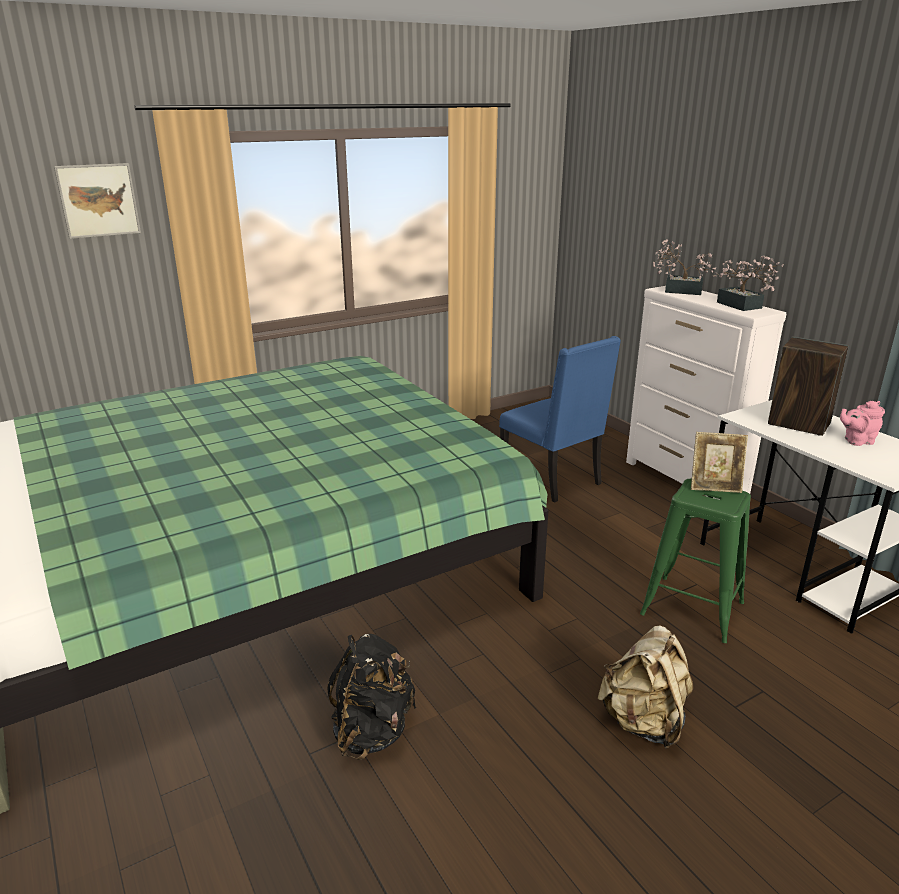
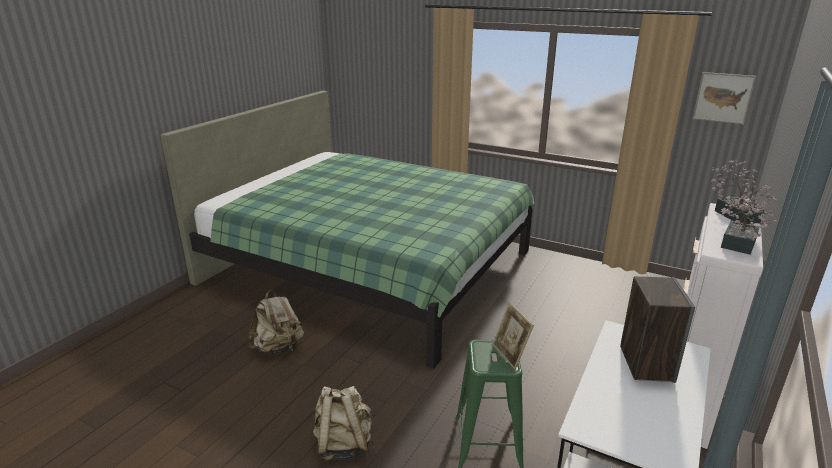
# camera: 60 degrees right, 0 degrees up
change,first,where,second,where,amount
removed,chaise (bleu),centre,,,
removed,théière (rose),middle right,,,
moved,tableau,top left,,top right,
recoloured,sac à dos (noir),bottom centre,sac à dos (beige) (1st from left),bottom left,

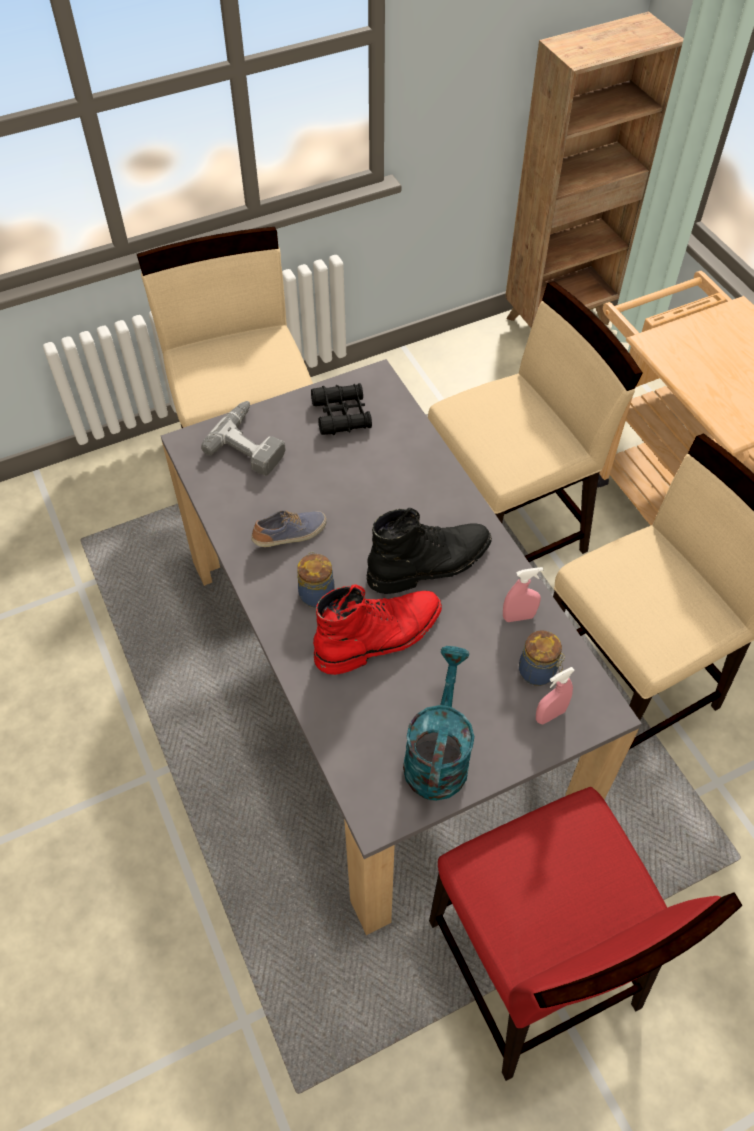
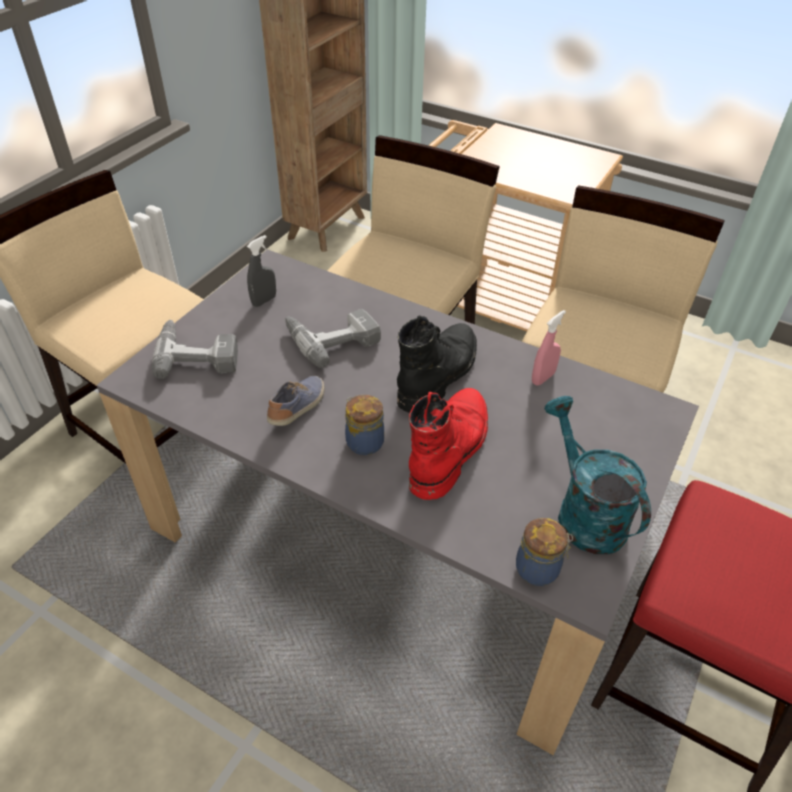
# camera: 35 degrees left, 10 degrees down
change,first,where,second,where,amount
removed,vaporisateur (rose) (2nd from left),middle right,,,
added,,,perceuse (2nd from left),centre,
moved,bocal (2nd from left),middle right,,bottom right,
replaced,jumelles (noir),centre,vaporisateur (gris),middle left,

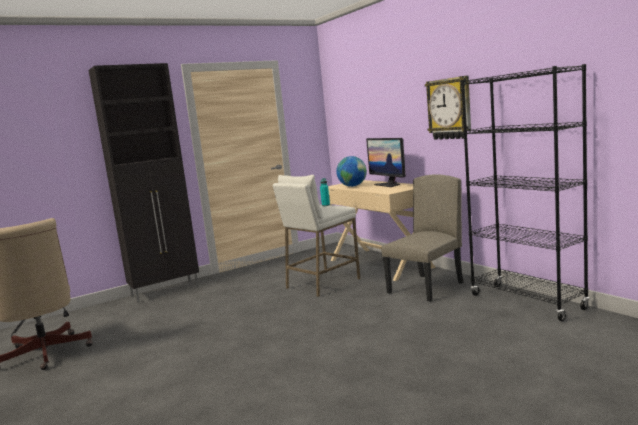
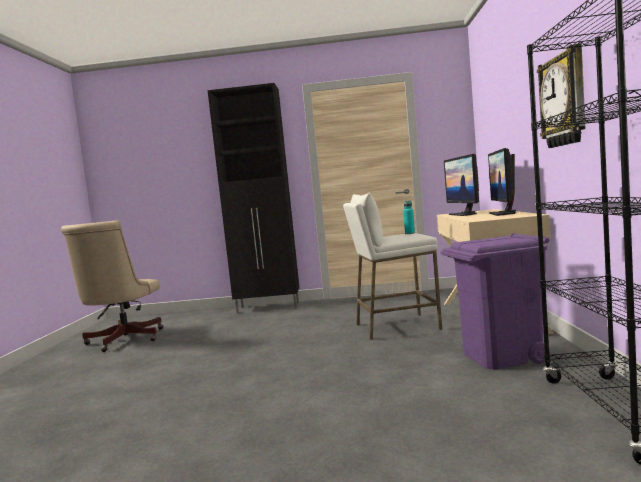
# camera: 35 degrees right, 5 degrees down
change,first,where,second,where,amount
replaced,globe,centre,écran d'ordinateur (1st from left),middle right,
replaced,chaise (beige),centre,poubelle (violet),middle right,

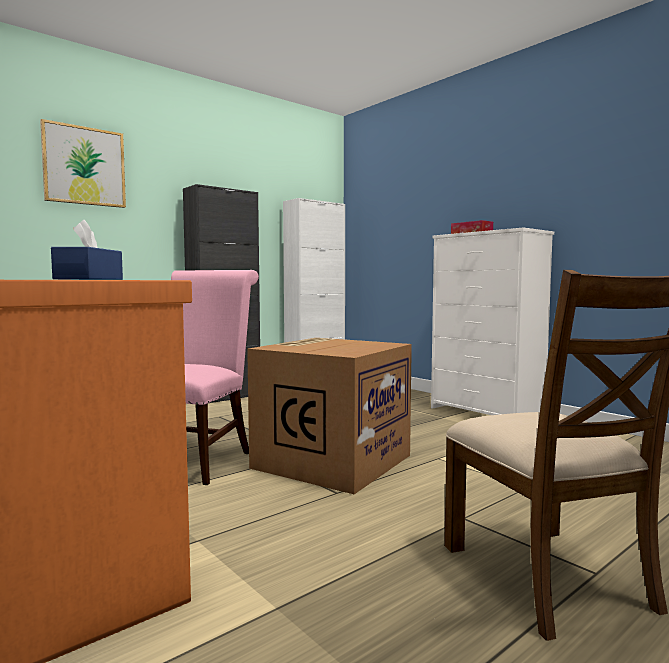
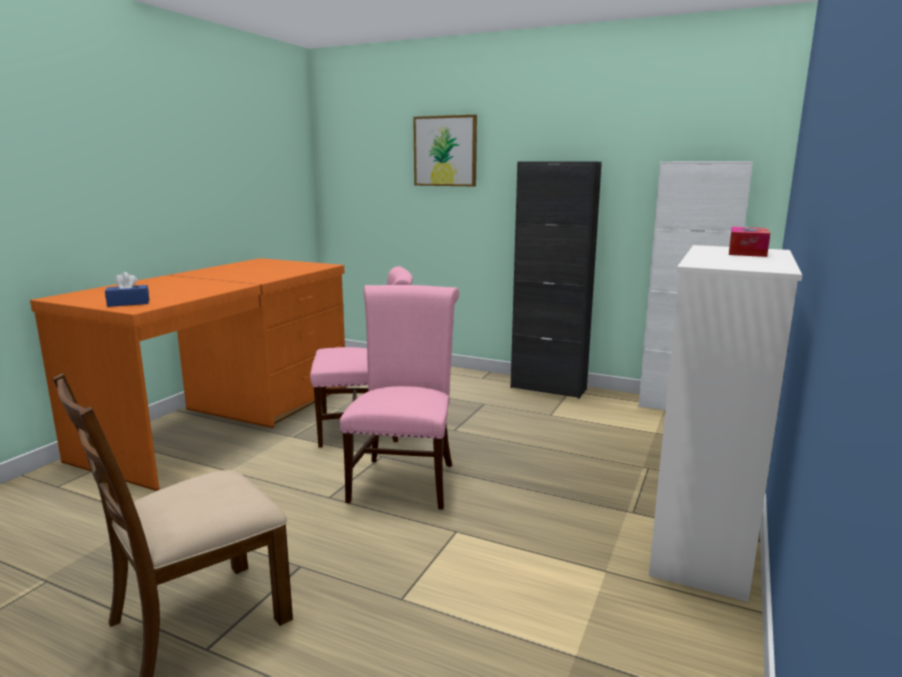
# camera: 65 degrees right, 10 degrees up
change,first,where,second,where,amount
replaced,carton,centre,chaise (rose) (2nd from left),centre,

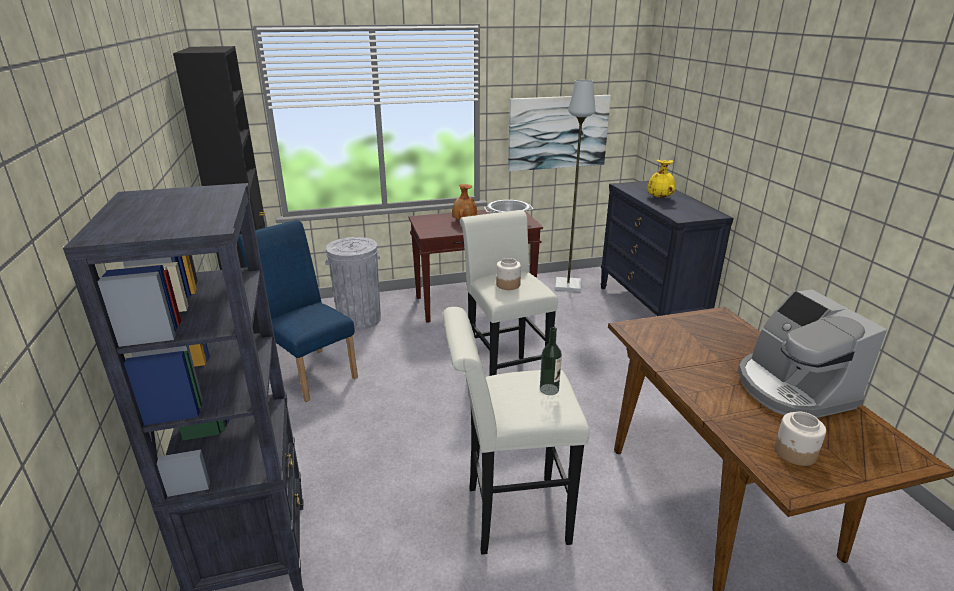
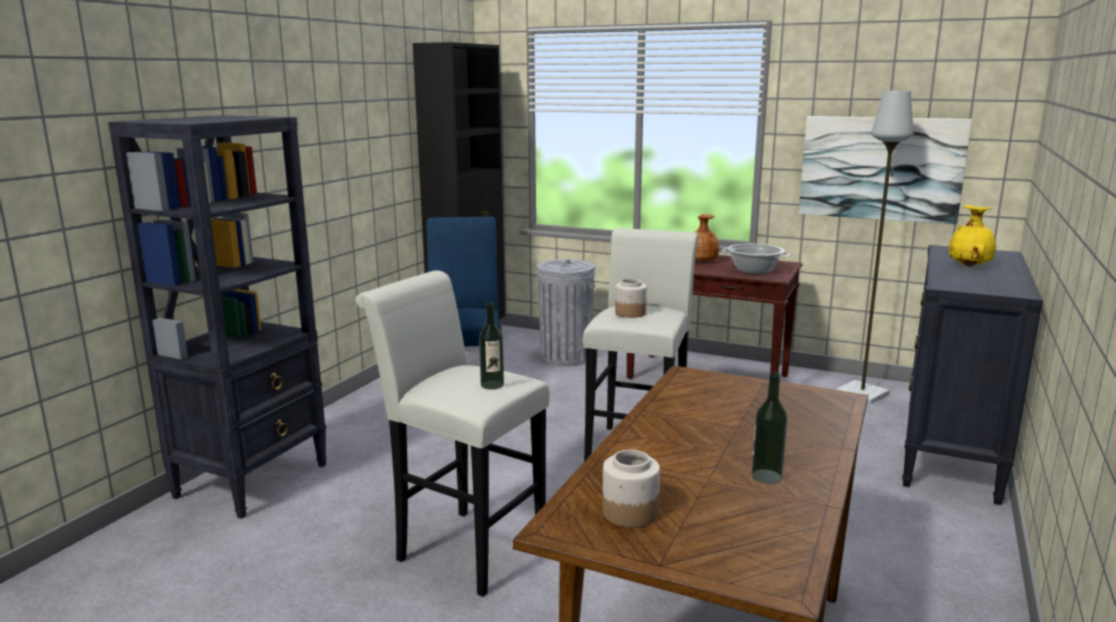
# camera: 40 degrees right, 10 degrees down
change,first,where,second,where,amount
replaced,machine à café,middle right,bouteille (2nd from left),bottom right,

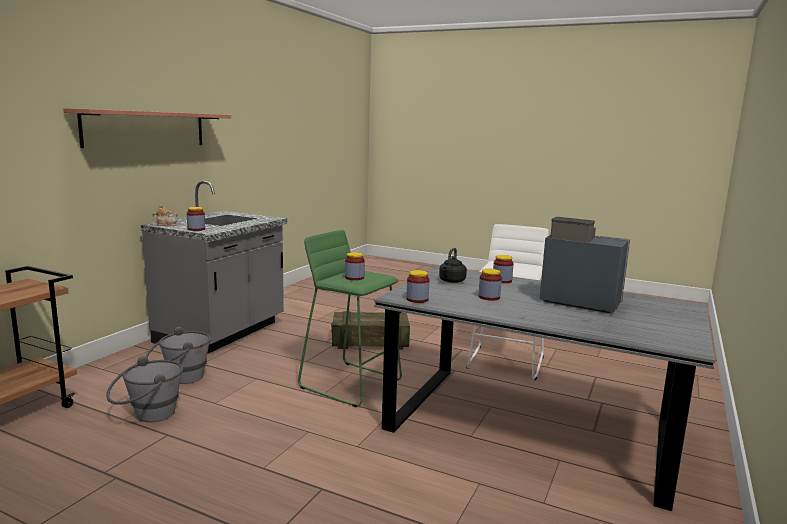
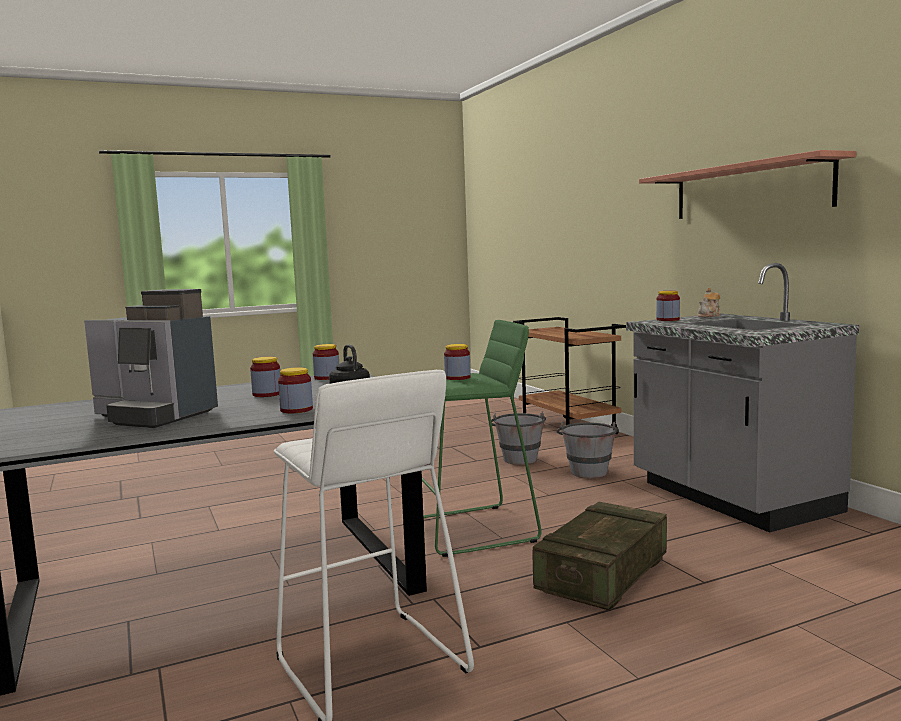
# camera: 130 degrees right, 5 degrees down
change,first,where,second,where,amount
turned,machine à café,middle right,,middle left,45 degrees clockwise

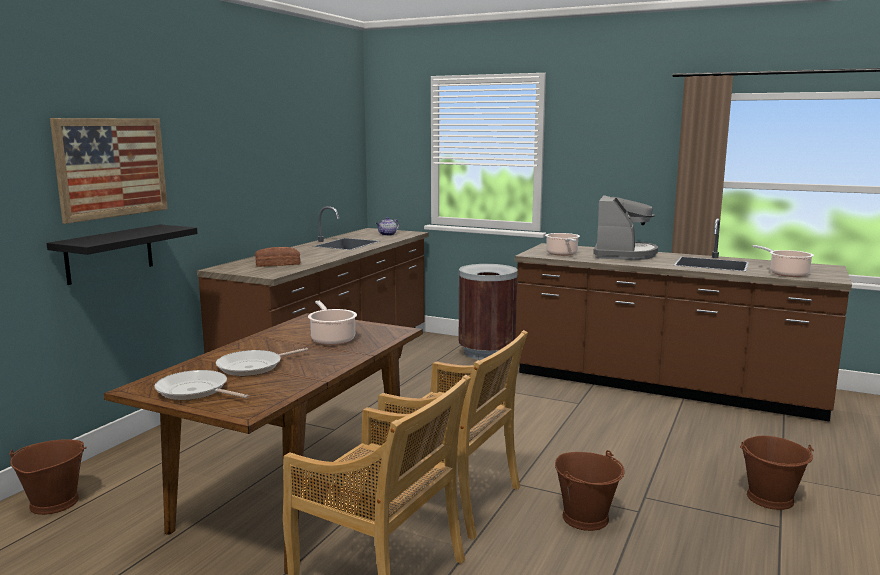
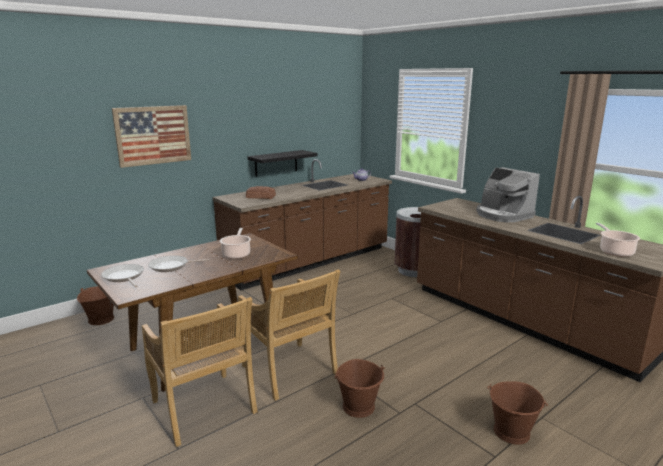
# camera: 25 degrees right, 5 degrees up
change,first,where,second,where,amount
removed,marmite (2nd from left),centre,,,
moved,étagère (noir),middle left,,centre,
turned,machine à café,middle right,,middle right,105 degrees clockwise

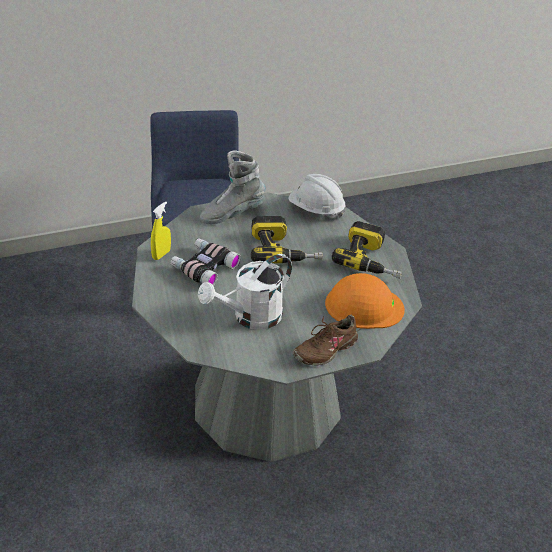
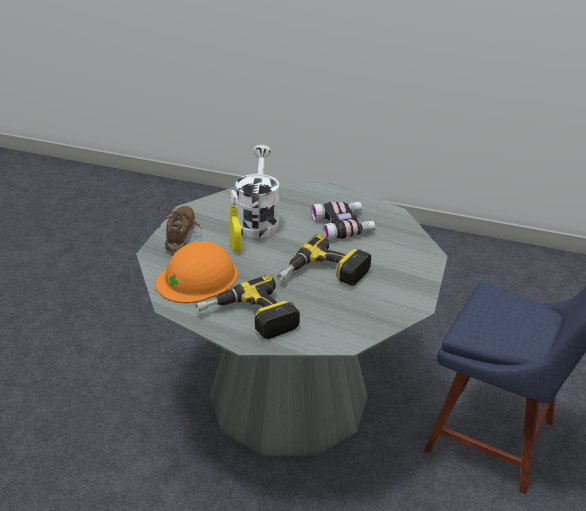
# camera: 130 degrees right, 5 degrees down
change,first,where,second,where,amount
removed,botte (gris),centre,,,
removed,casque de chantier (blanc),centre,,,
moved,vaporisateur (jaune),middle left,,centre,

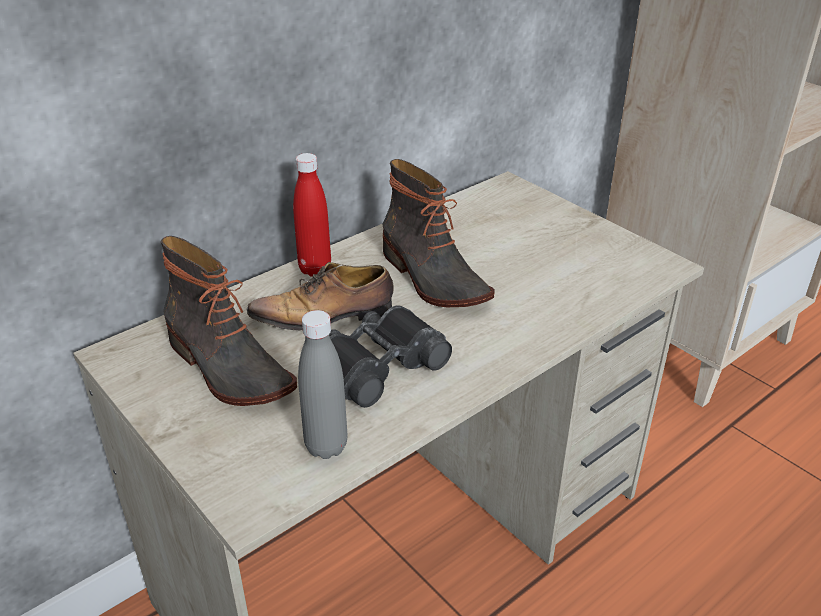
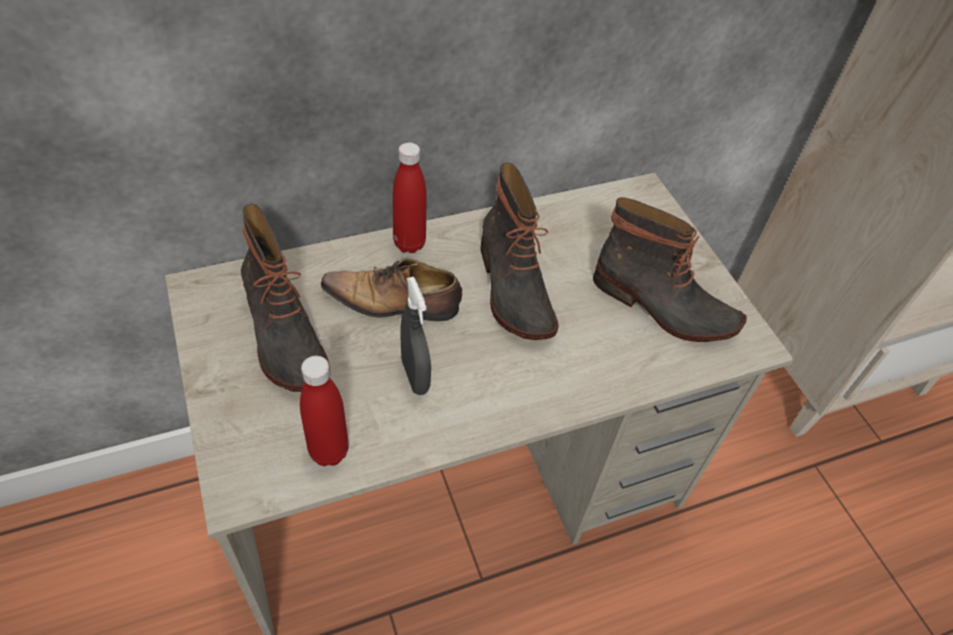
# camera: 15 degrees right, 15 degrees up
change,first,where,second,where,amount
added,,,botte (3rd from left),middle right,
replaced,jumelles (noir),centre,vaporisateur (gris),centre,
recoloured,bouteille (gris),centre,bouteille (rouge) (1st from left),centre,

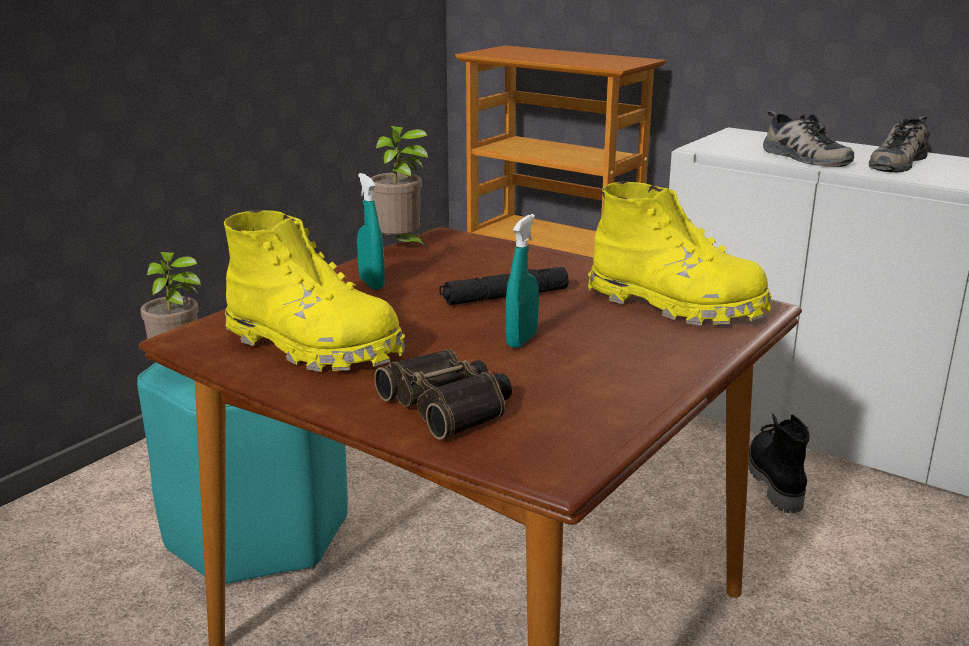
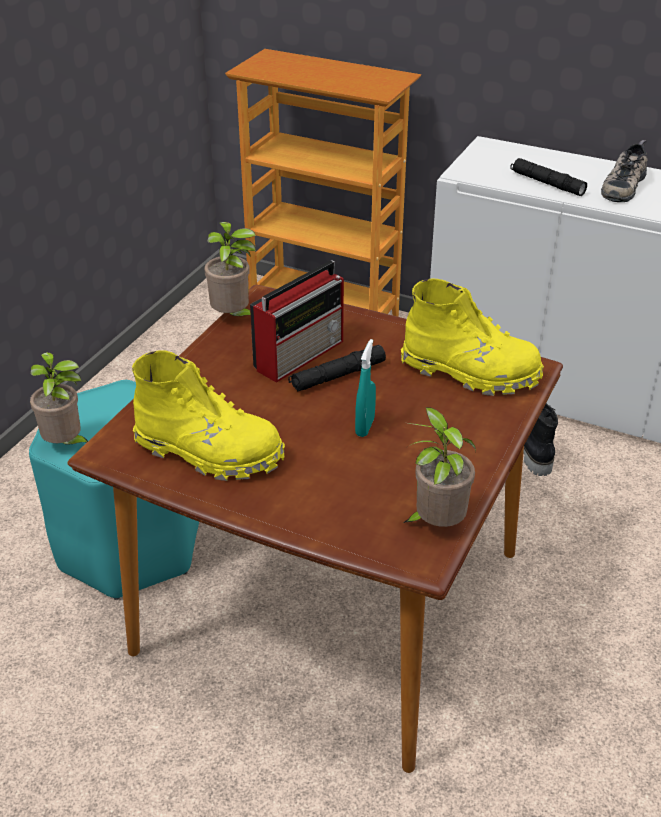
# camera: 10 degrees left, 15 degrees up
change,first,where,second,where,amount
removed,vaporisateur (turquoise) (1st from left),centre,,,
removed,jumelles,centre,,,
added,,,radio,centre,
added,,,plante en pot (3rd from left),centre,
replaced,chaussure (1st from left),top right,lampe de poche (noir) (2nd from left),top right,

